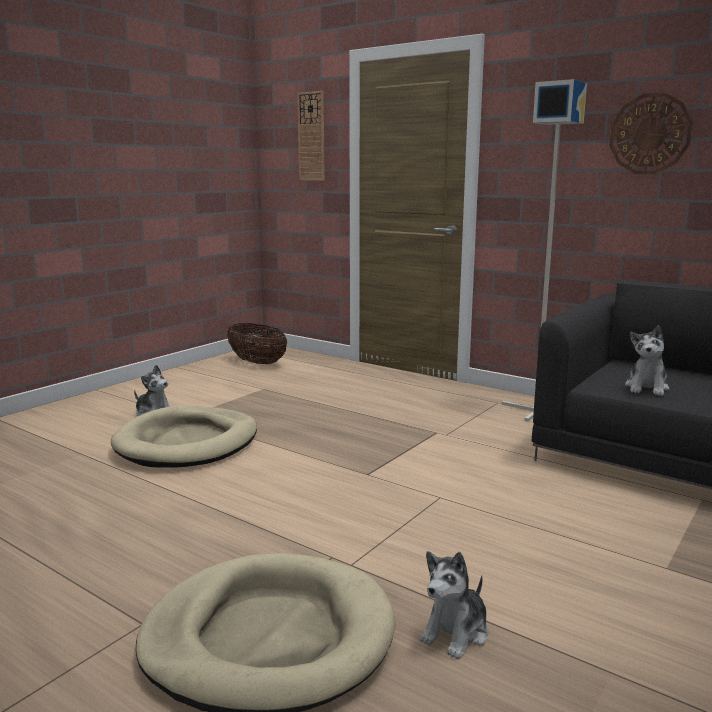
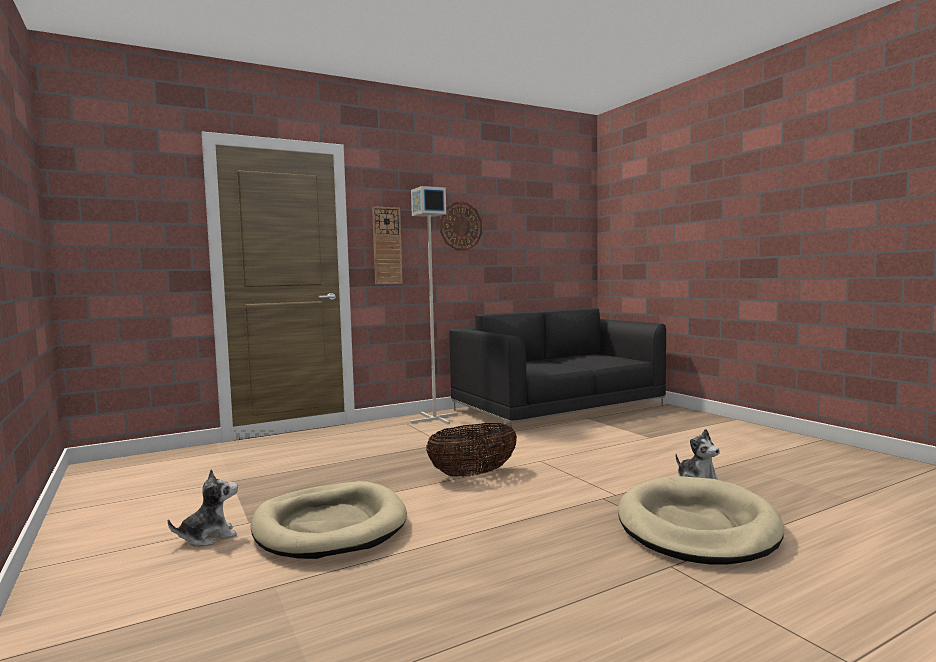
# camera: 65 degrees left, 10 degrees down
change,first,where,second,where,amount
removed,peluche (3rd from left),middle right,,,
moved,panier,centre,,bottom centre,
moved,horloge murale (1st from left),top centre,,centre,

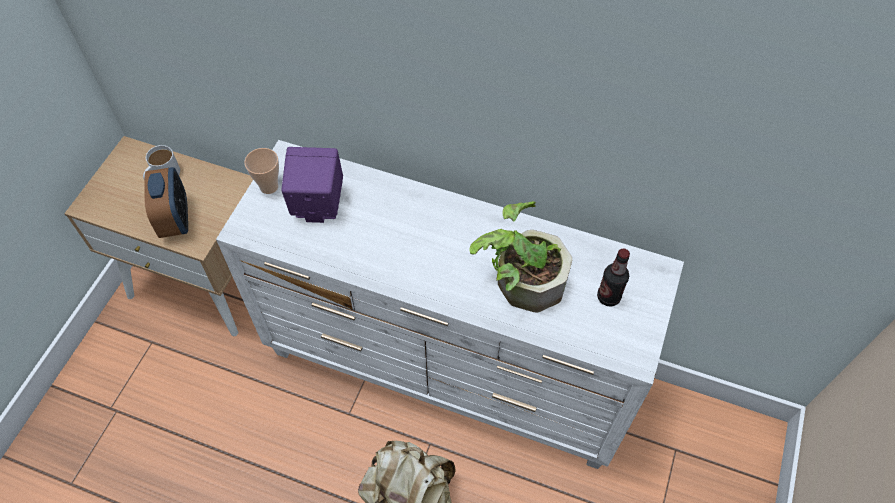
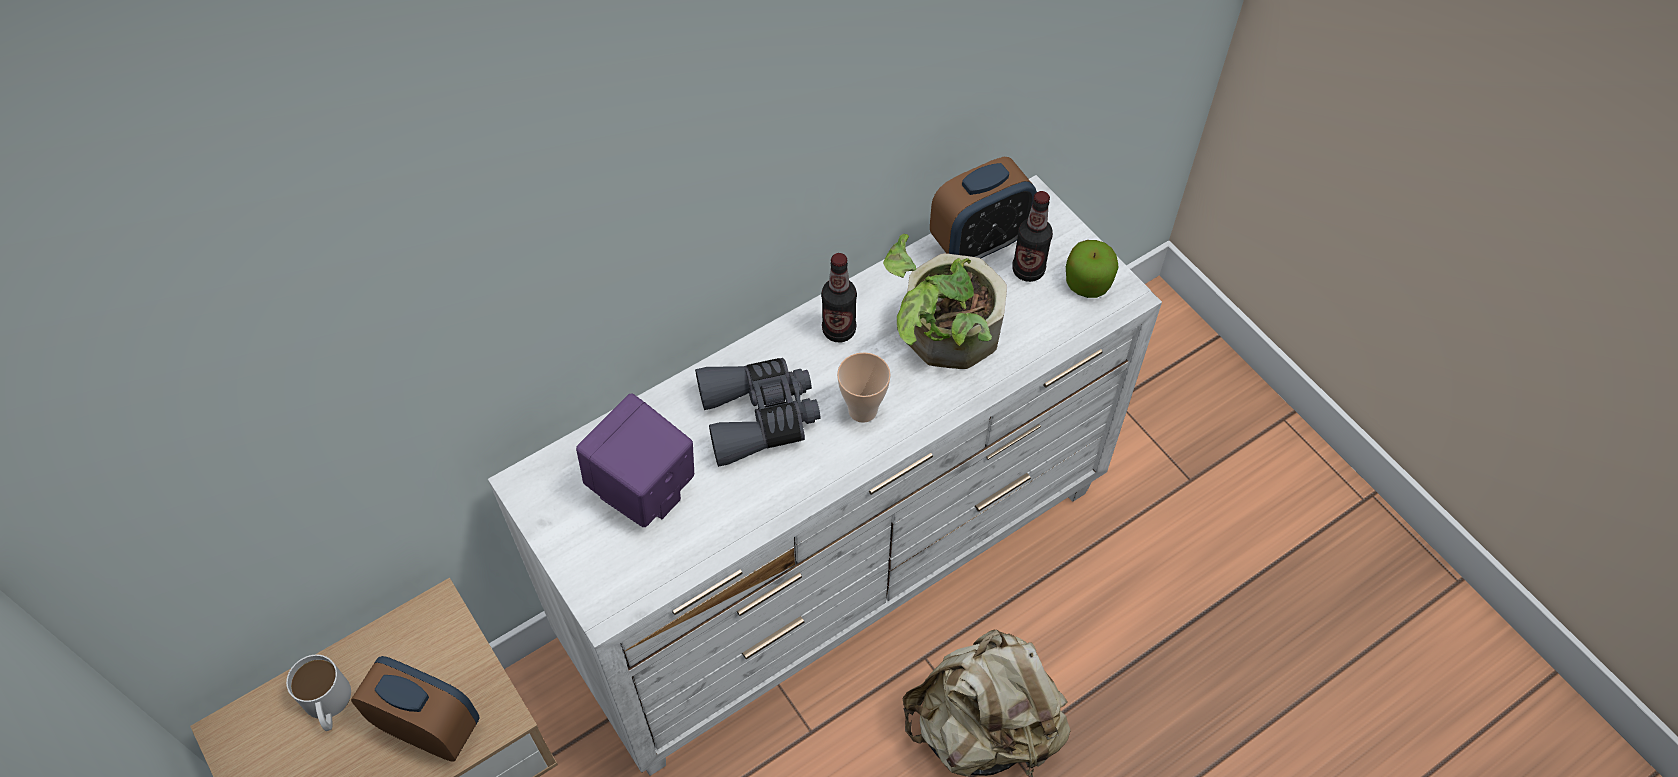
# camera: 55 degrees left, 0 degrees up
change,first,where,second,where,amount
added,,,jumelles (gris),centre,
added,,,bouteille (1st from left),centre,
added,,,réveil (2nd from left),top centre,
added,,,pomme,centre,
moved,tasse,middle left,,centre,

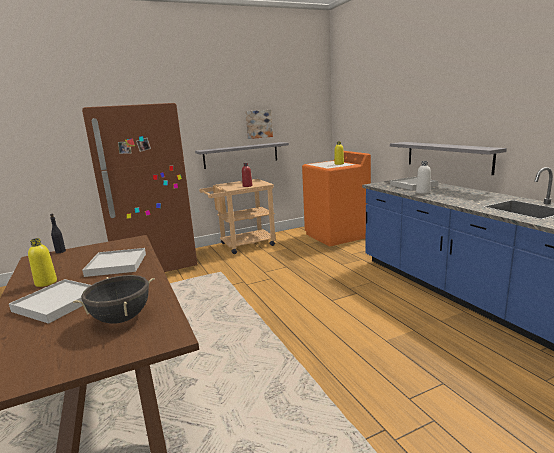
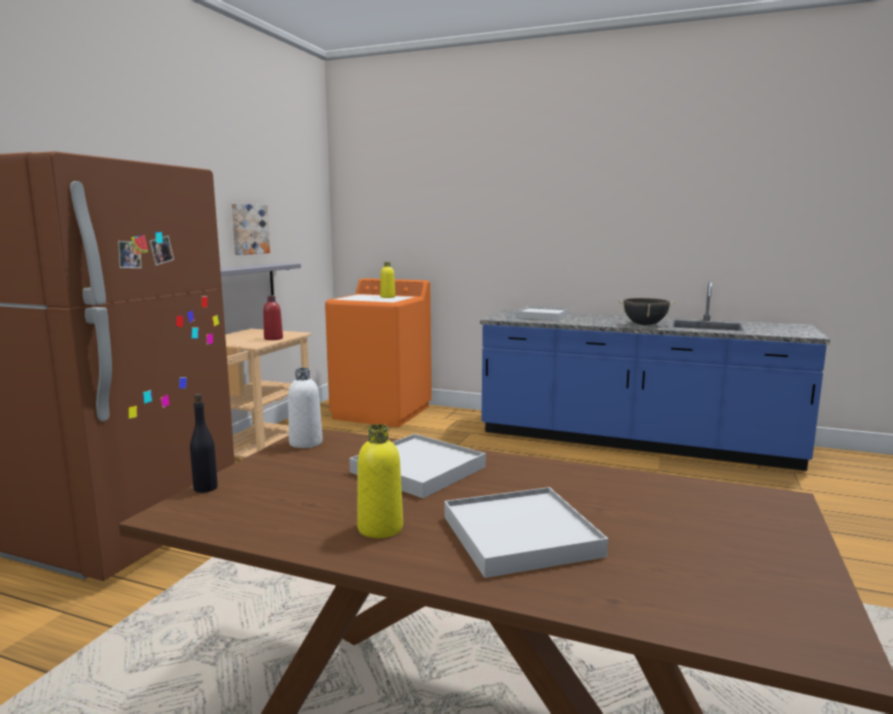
# camera: 45 degrees left, 5 degrees down
change,first,where,second,where,amount
removed,étagère (gris) (2nd from left),middle right,,,
moved,marmite (noir),middle left,,middle right,
moved,bouteille (blanc),middle right,,centre,

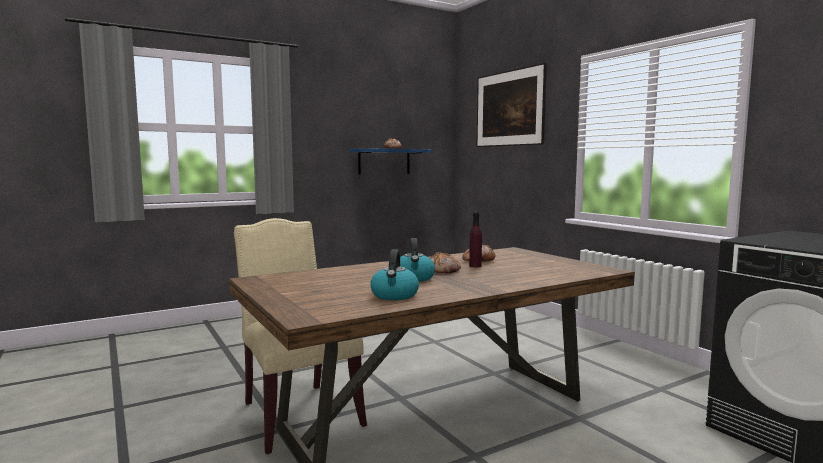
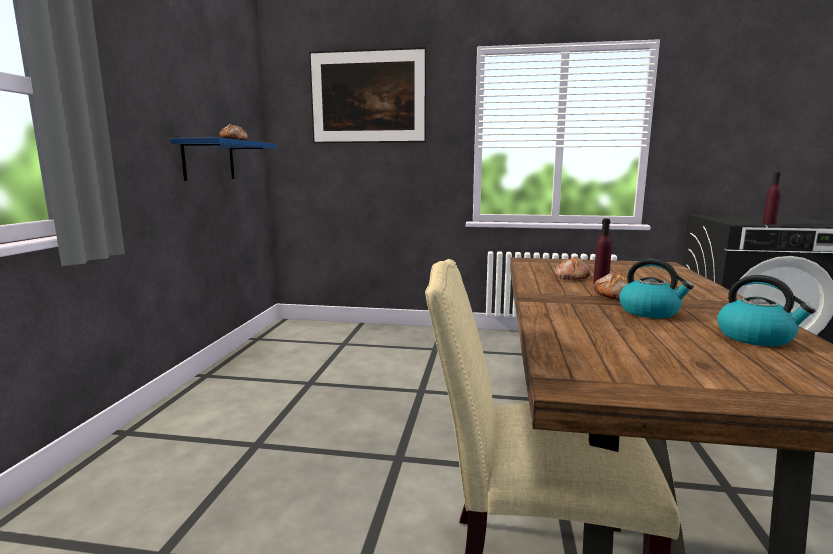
# camera: 50 degrees left, 5 degrees up
change,first,where,second,where,amount
added,,,bouteille (violet) (2nd from left),middle right,

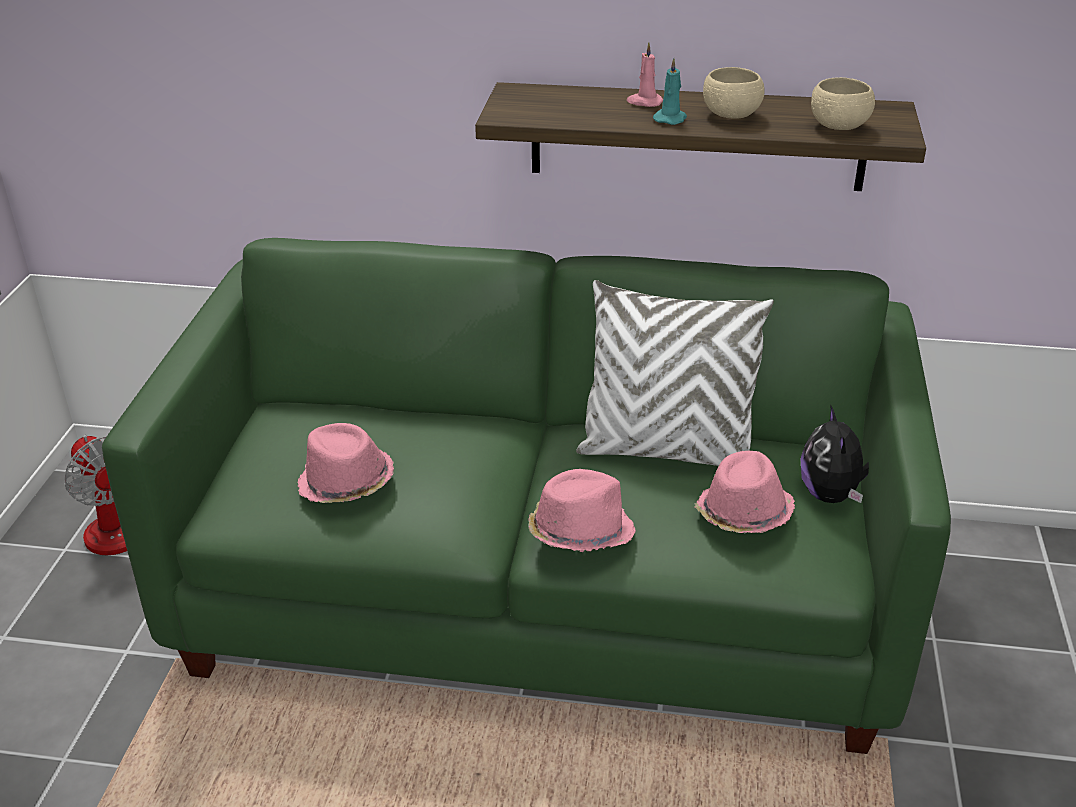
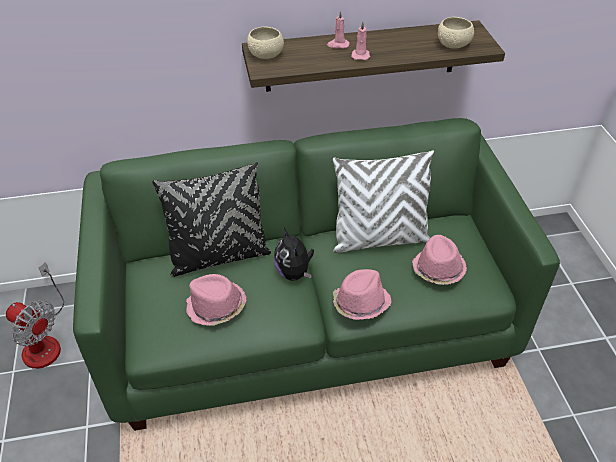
# camera: 20 degrees left, 10 degrees up
change,first,where,second,where,amount
added,,,coussin (noir),centre,
moved,bol (beige) (1st from left),top right,,top centre,
moved,peluche,middle right,,centre,
recoloured,bougie (turquoise),top centre,bougie (rose) (2nd from left),top centre,

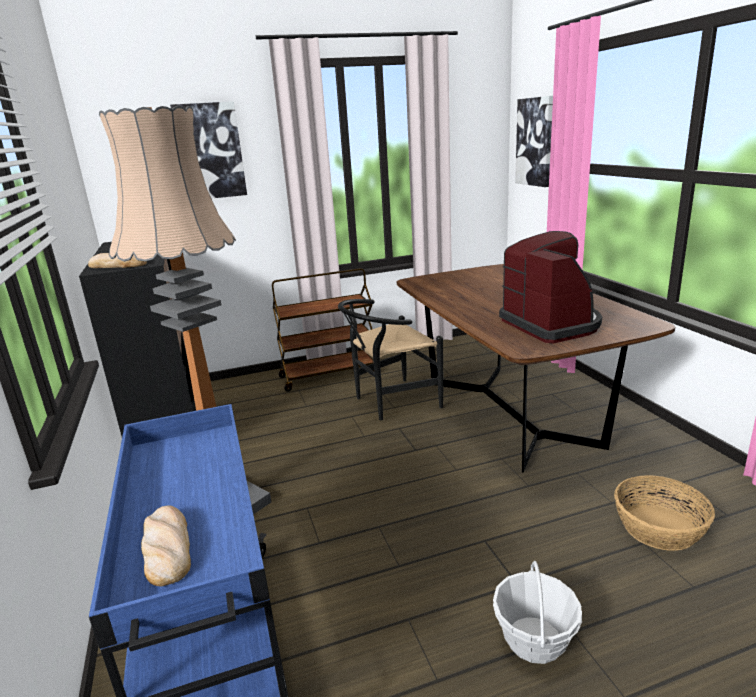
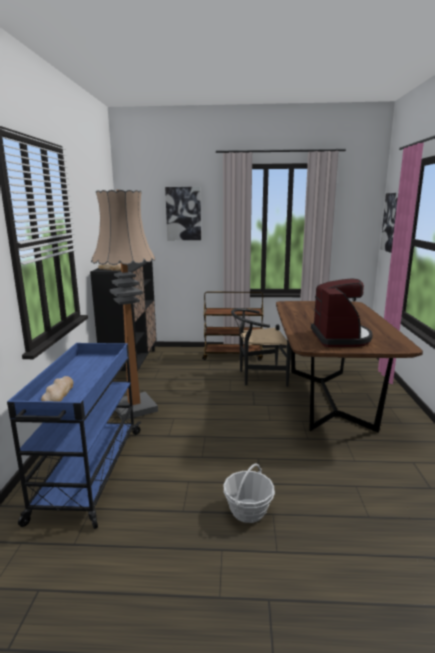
# camera: 20 degrees right, 5 degrees down
change,first,where,second,where,amount
removed,panier (2nd from left),bottom right,,,

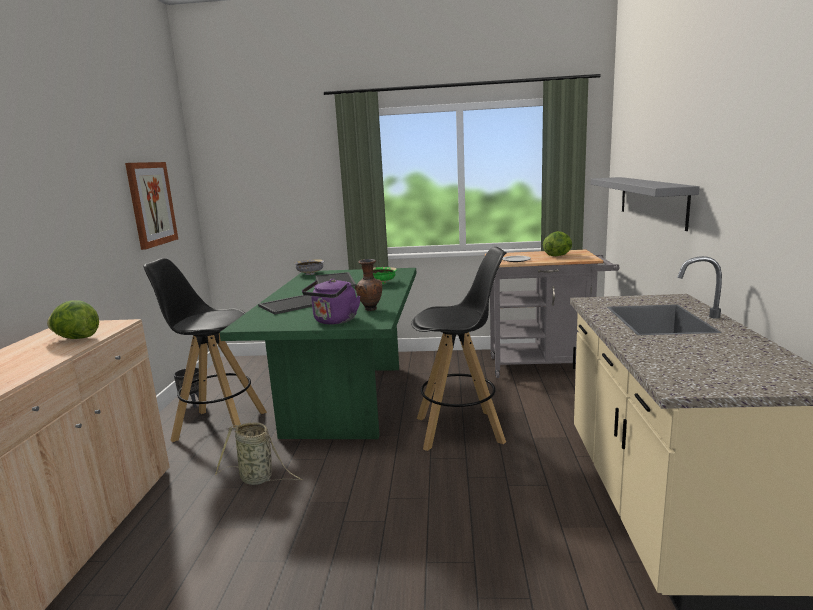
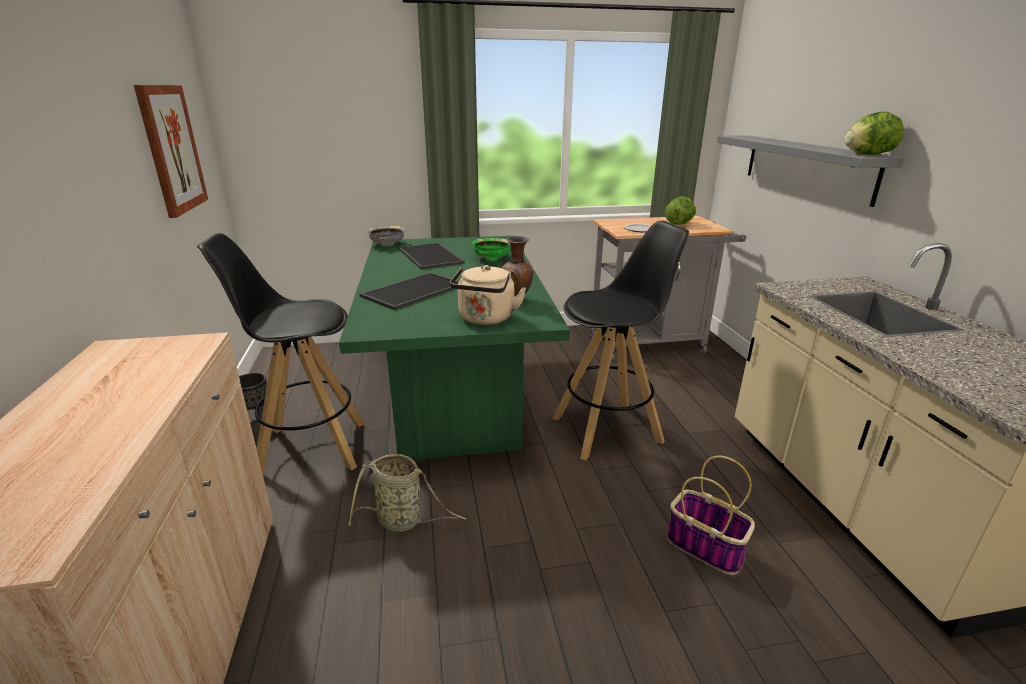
# camera: 15 degrees left, 10 degrees up
change,first,where,second,where,amount
added,,,panier (2nd from left),bottom right,
moved,laitue (1st from left in the first image),middle left,laitue (2nd from left),top right,
recoloured,bouilloire (violet),centre,bouilloire (beige),centre,

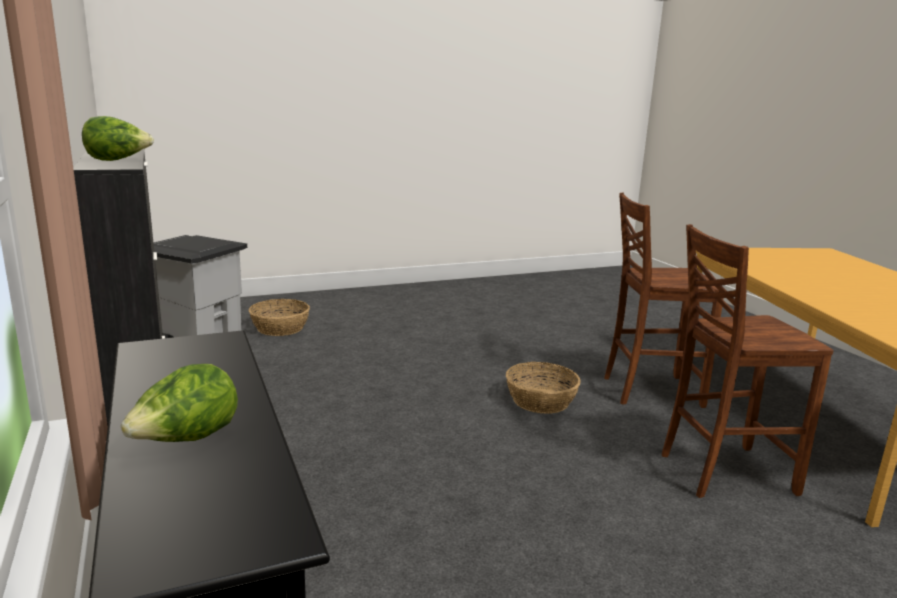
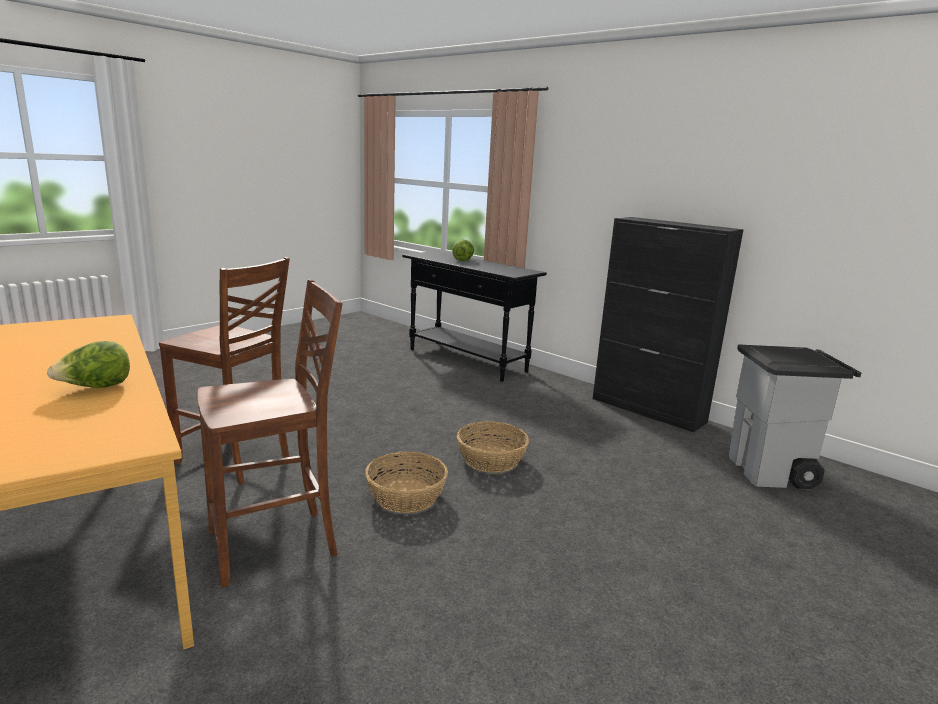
# camera: 155 degrees right, 0 degrees up
change,first,where,second,where,amount
moved,laitue (1st from left),top left,,middle left,
moved,panier (1st from left in the first image),middle left,panier (2nd from left),centre,
turned,chaise (marron) (2nd from left in the first image),middle right,chaise (marron) (1st from left),middle left,60 degrees clockwise

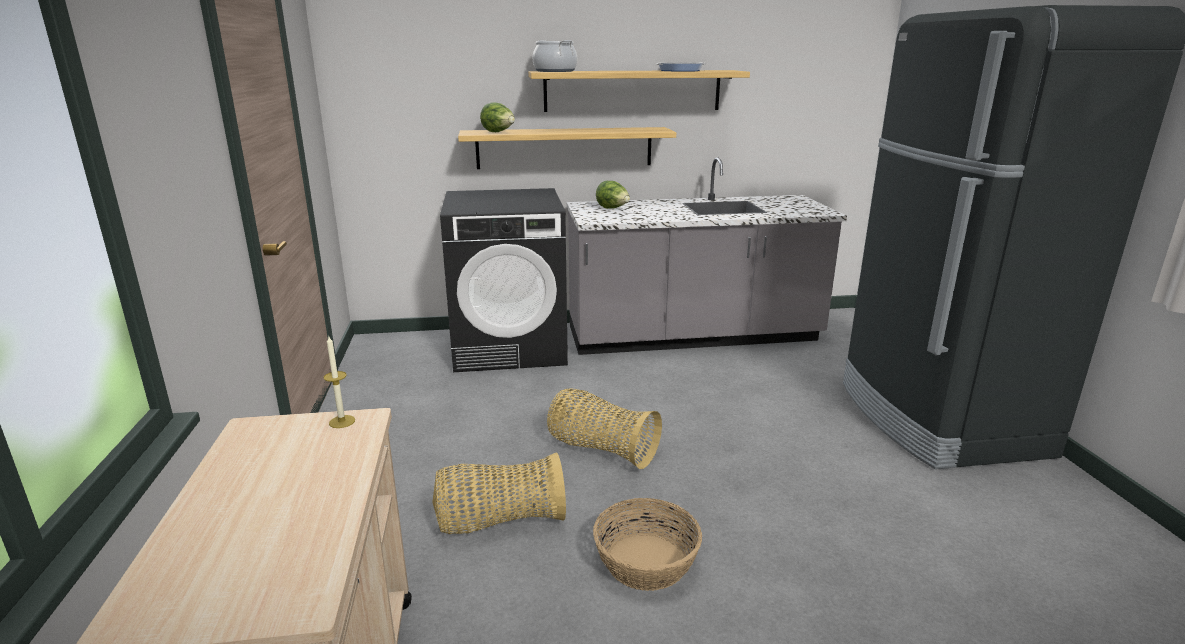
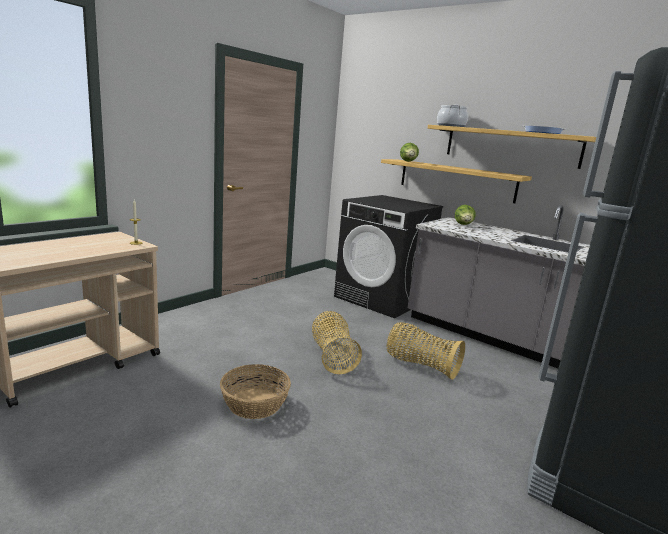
# camera: 45 degrees right, 5 degrees down
change,first,where,second,where,amount
moved,panier (1st from left in the first image),bottom centre,panier (3rd from left),centre,

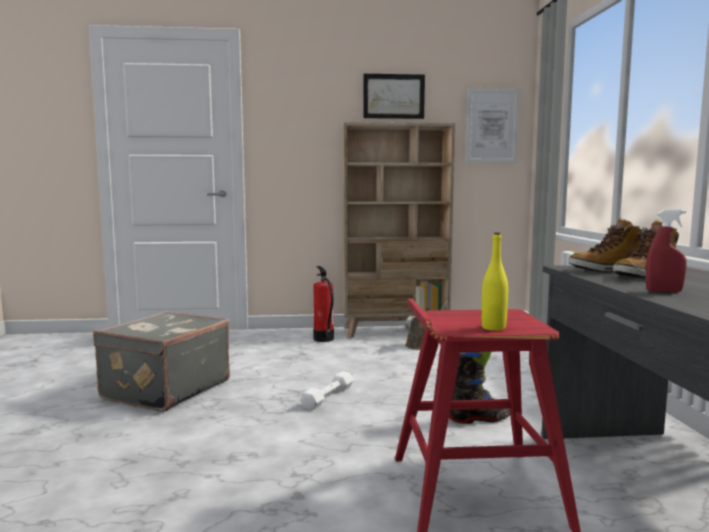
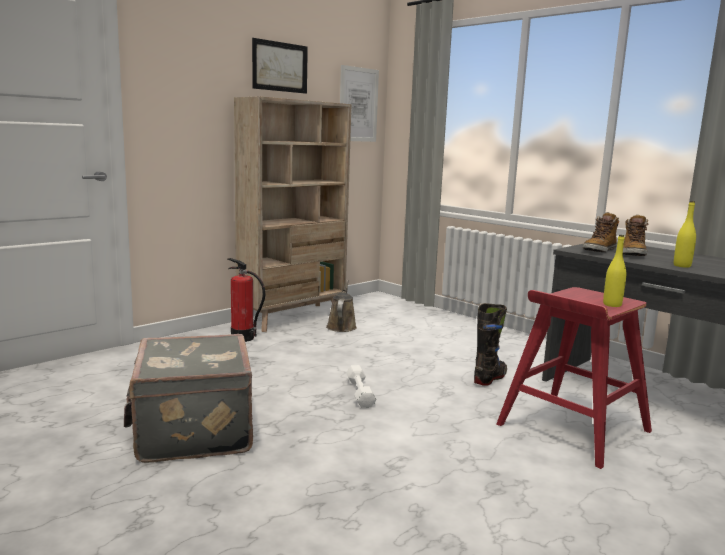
# camera: 40 degrees left, 5 degrees up
change,first,where,second,where,amount
replaced,vaporisateur (rouge),middle right,bouteille (jaune) (2nd from left),middle right,

